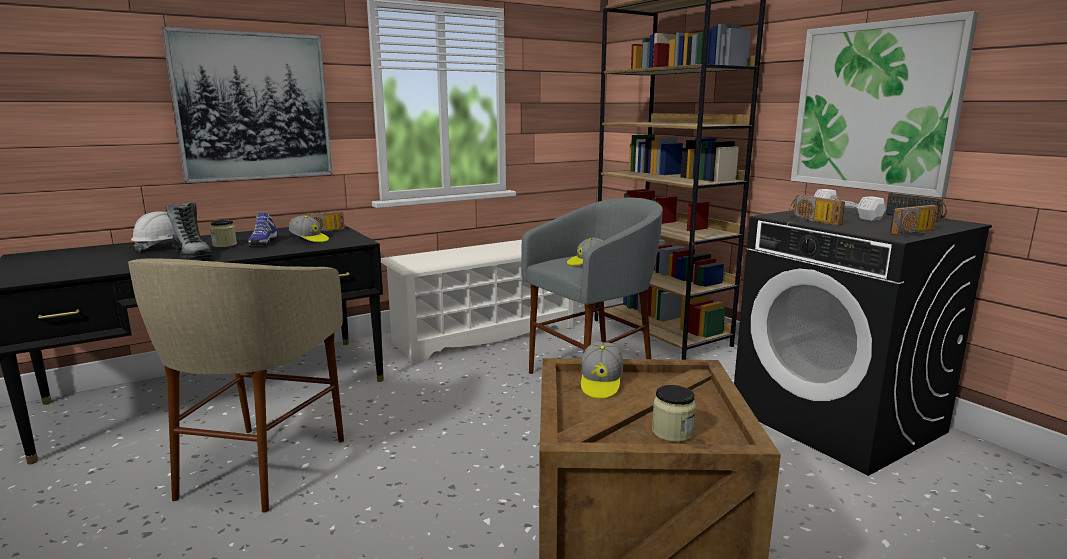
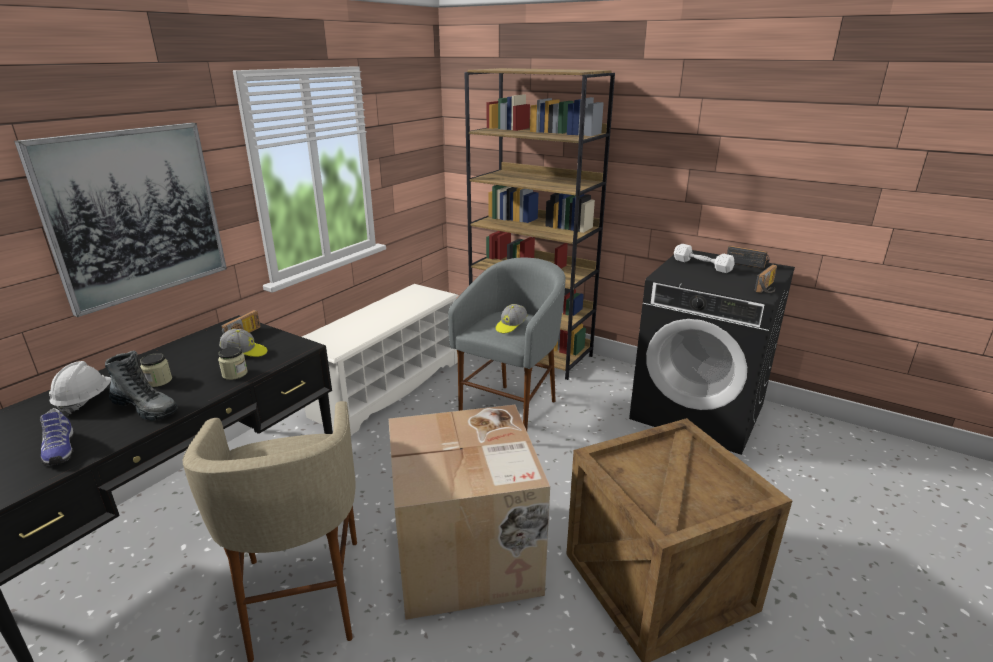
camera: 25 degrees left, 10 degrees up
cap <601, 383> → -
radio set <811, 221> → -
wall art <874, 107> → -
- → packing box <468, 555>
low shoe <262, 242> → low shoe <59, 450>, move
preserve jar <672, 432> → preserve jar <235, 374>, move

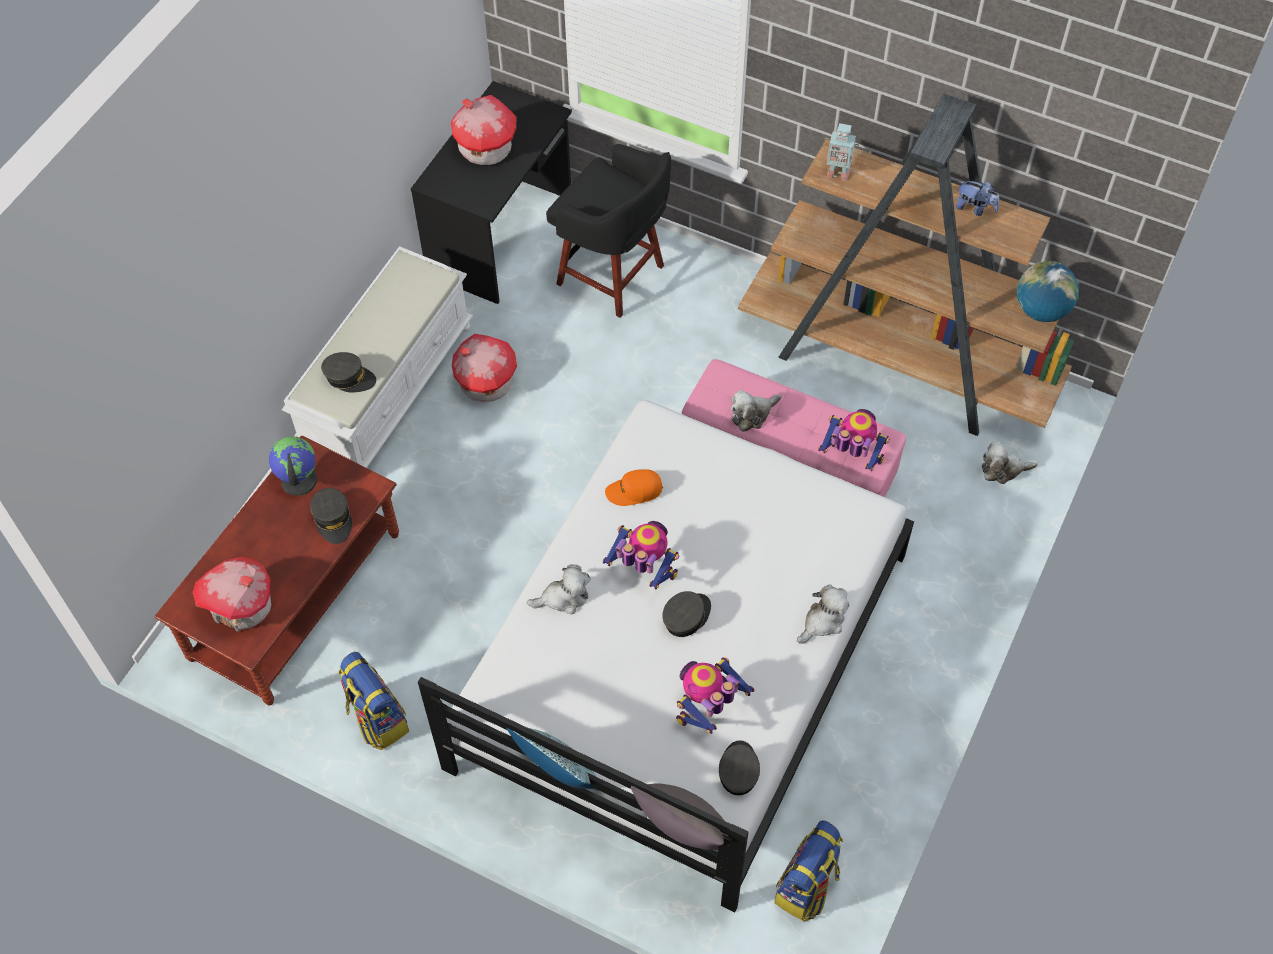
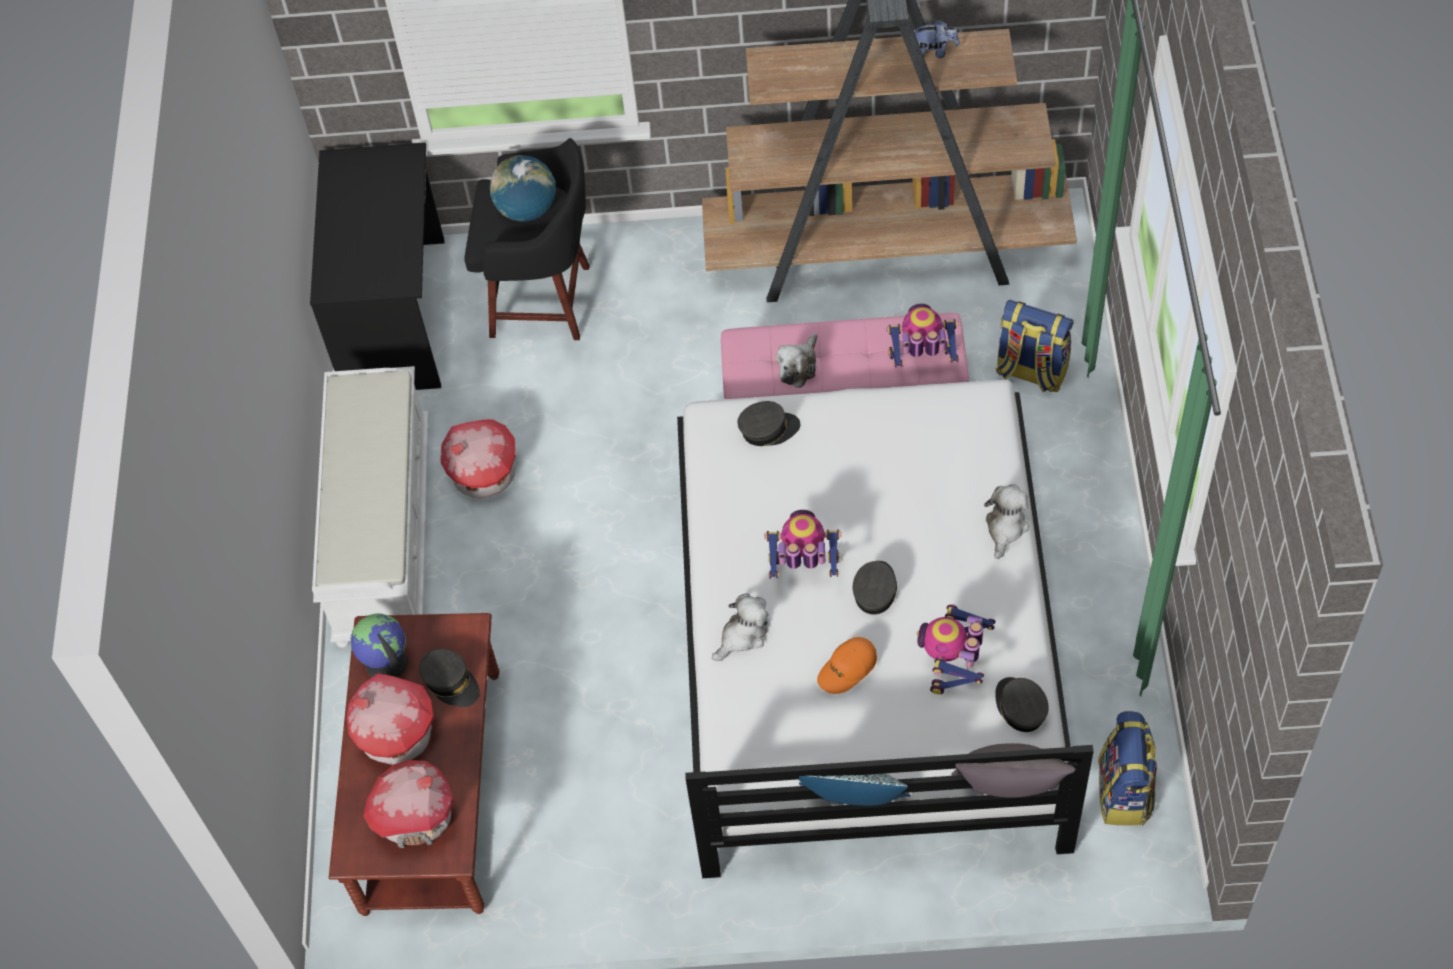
camera: 25 degrees left, 0 degrees up
model robot <837, 172> → -
soft toy <1003, 469> → -
cap (gray) <349, 378> → cap (gray) <768, 429>, move
backpack <377, 719> → backpack <1031, 371>, move
toy house <485, 148> → toy house <395, 736>, move
cap (orange-coloured) <634, 491> → cap (orange-coloured) <847, 669>, move
desk globe <1041, 310> → desk globe <527, 209>, move

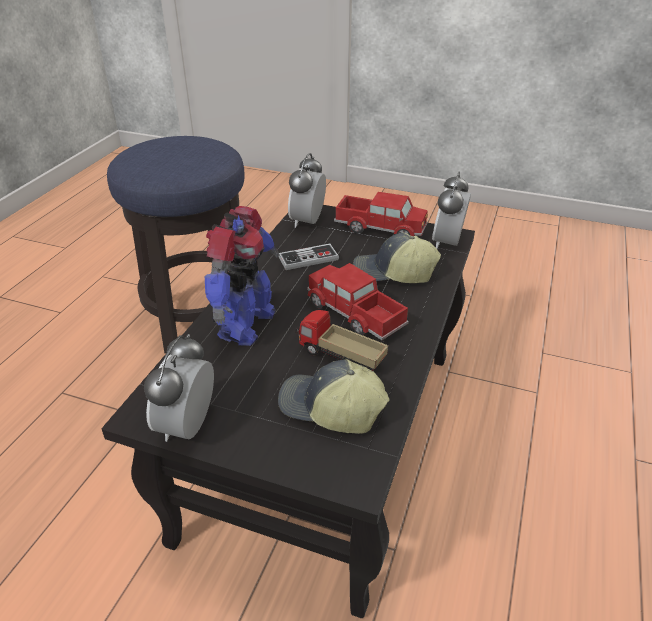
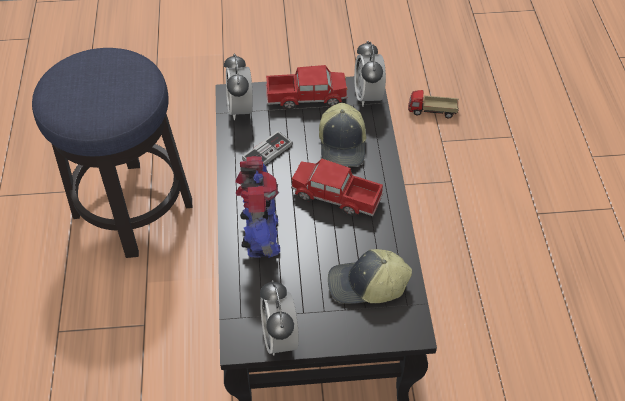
camera: 25 degrees left, 15 degrees up
model truck <340, 358> → model truck <432, 112>, move
cap <393, 273> → cap <343, 145>, 75 degrees counterclockwise

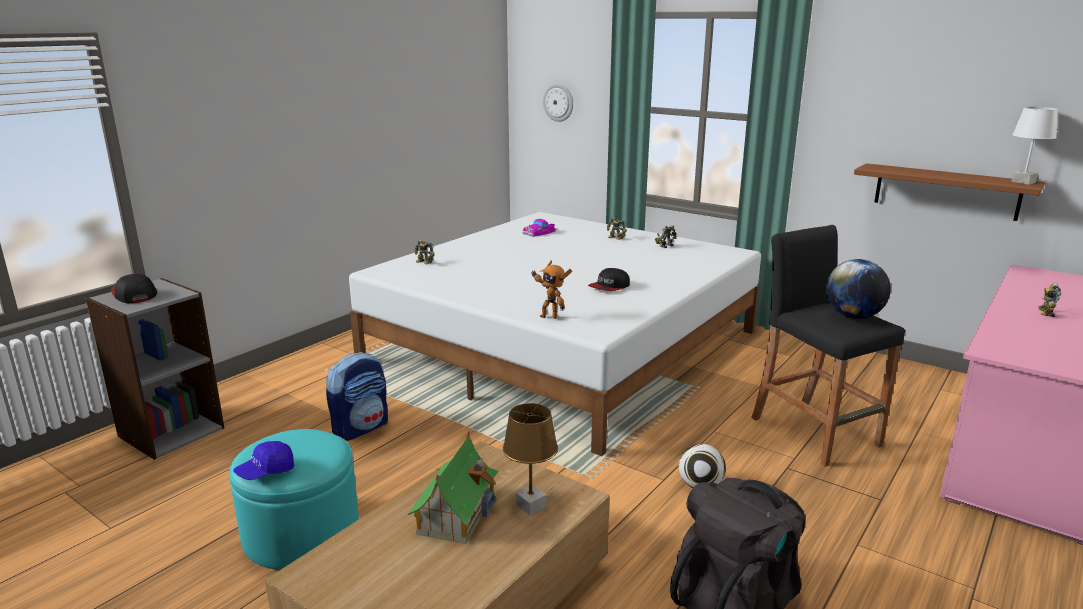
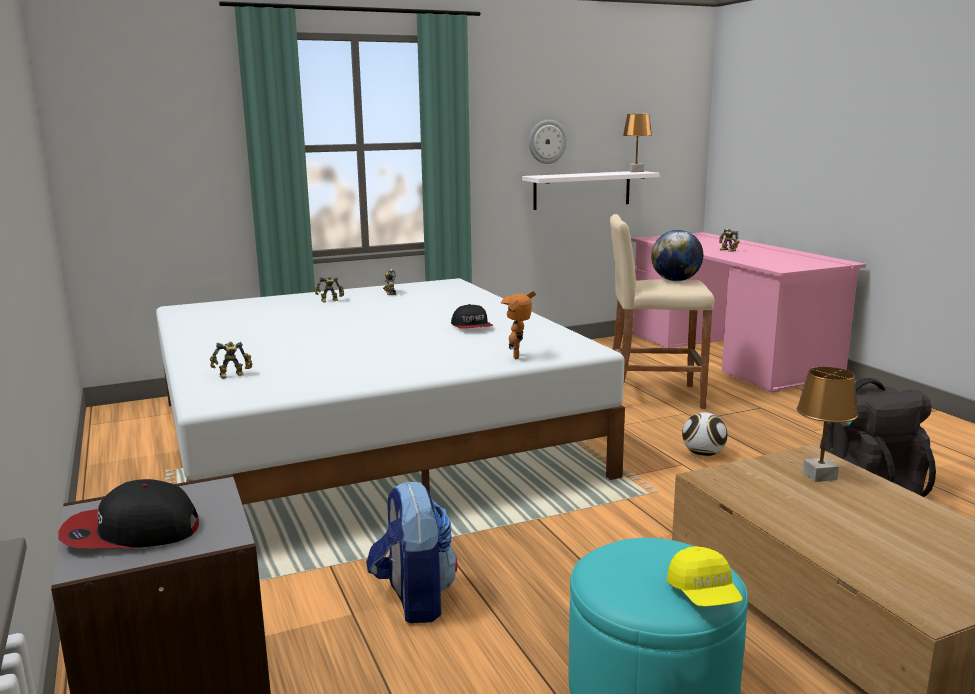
camera: 60 degrees left, 5 degrees down
toy house <456, 513> → -
toy car <539, 232> → -
wall clock <558, 102> → wall clock <547, 141>, move
cap (blue) <266, 472> → cap (yellowish) <704, 595>
stool (black-coloured) <815, 432> → stool (beige-coloured) <653, 396>
shelf (brownish) <946, 191> → shelf (white) <582, 190>
tabletop lamp (white) <1023, 182> → tabletop lamp (brownish) <635, 171>
model robot <549, 316> → model robot <519, 356>, 135 degrees clockwise

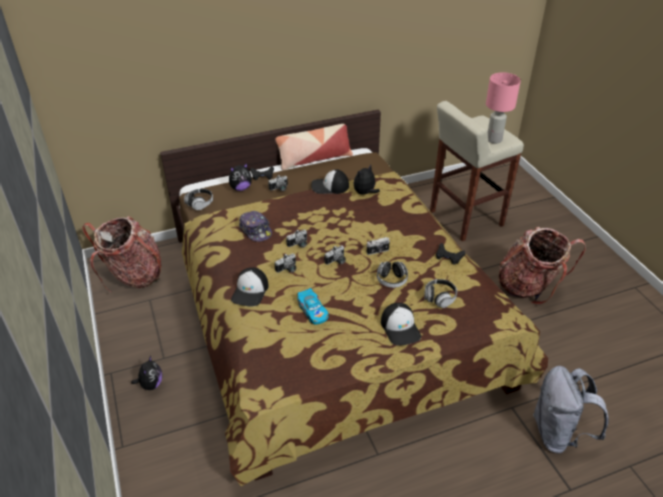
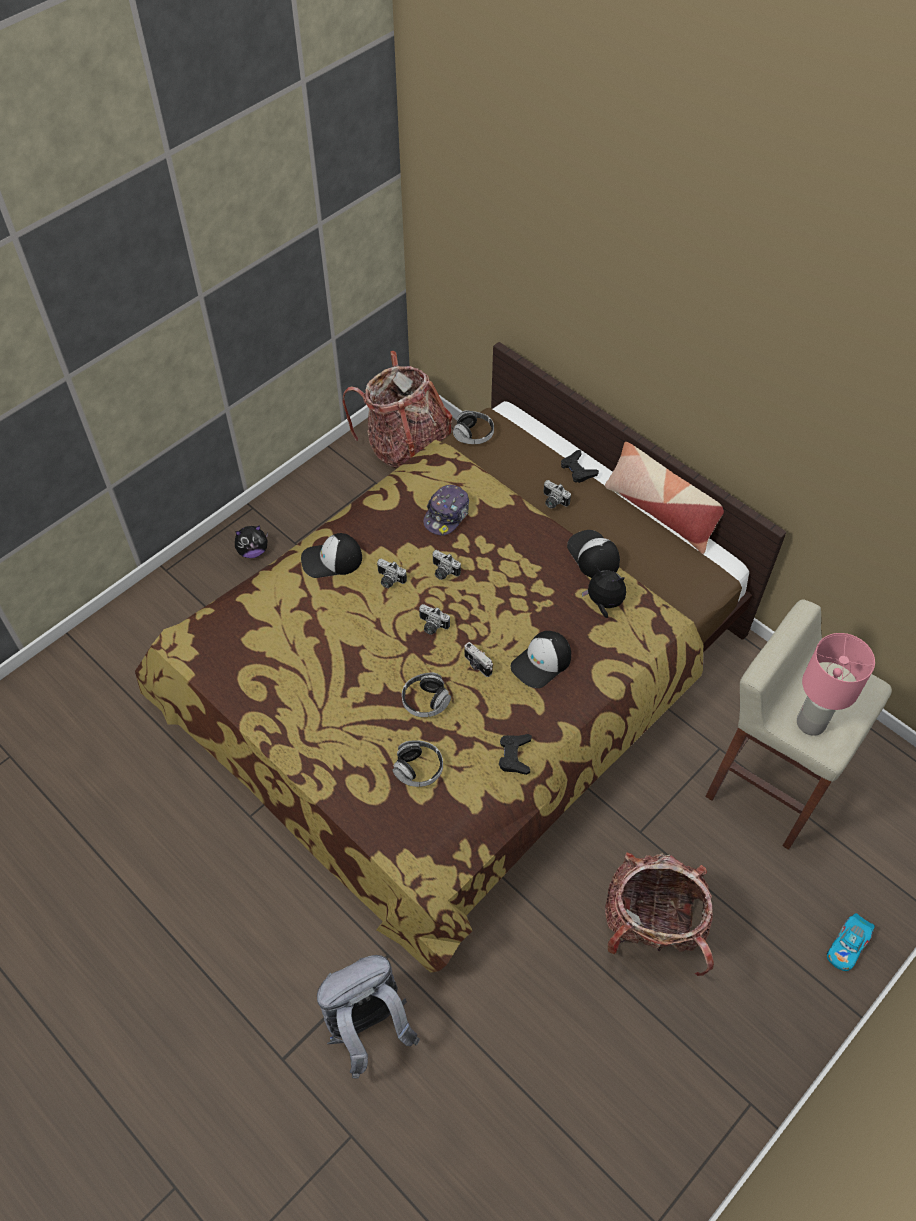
camera: 65 degrees right, 15 degrees up
soft toy <240, 188> → -
toy car <313, 311> → toy car <847, 946>, move
cap <400, 328> → cap <542, 663>, move

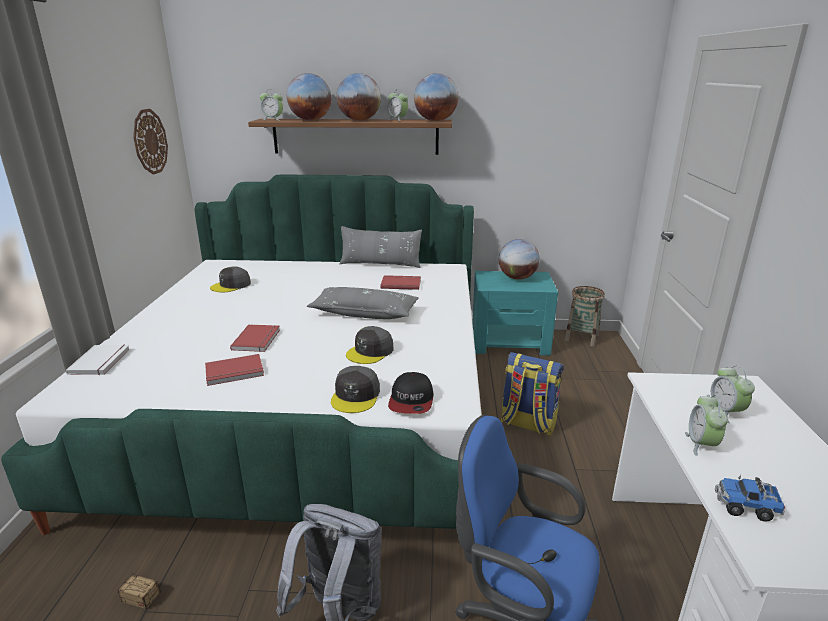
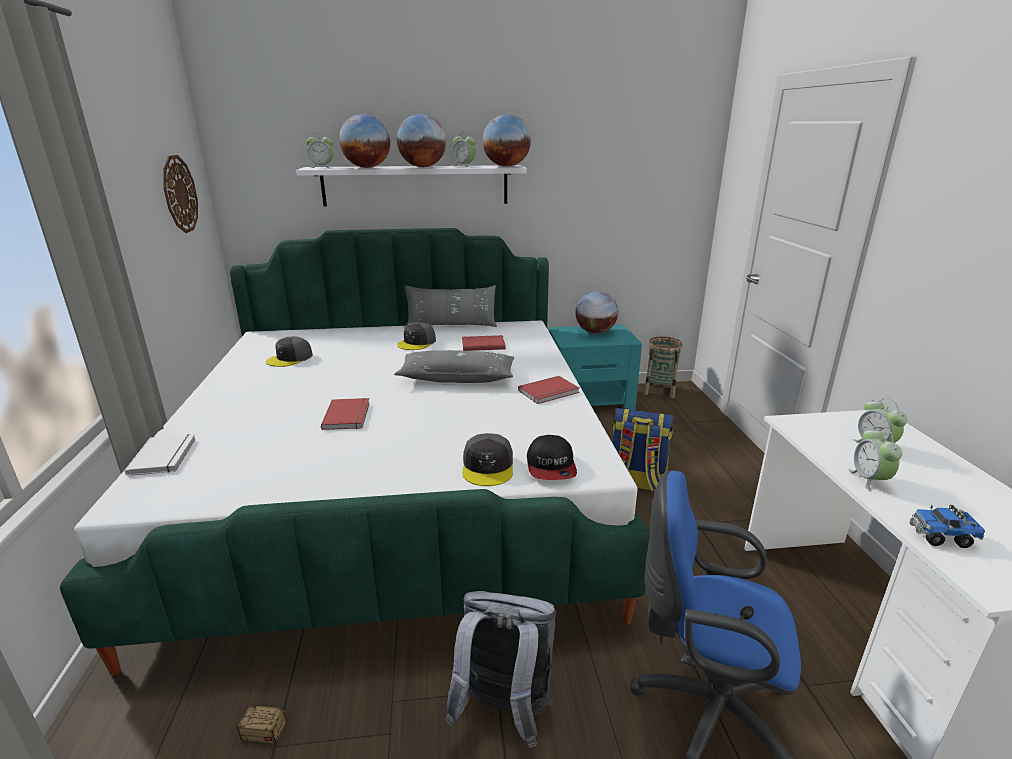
camera: 10 degrees left, 0 degrees up
book (red-coloured) <235, 372> → book (red-coloured) <549, 392>, move
cap (gray) <370, 352> → cap (gray) <417, 343>, move
shelf (brownish) <355, 136> → shelf (white) <415, 185>

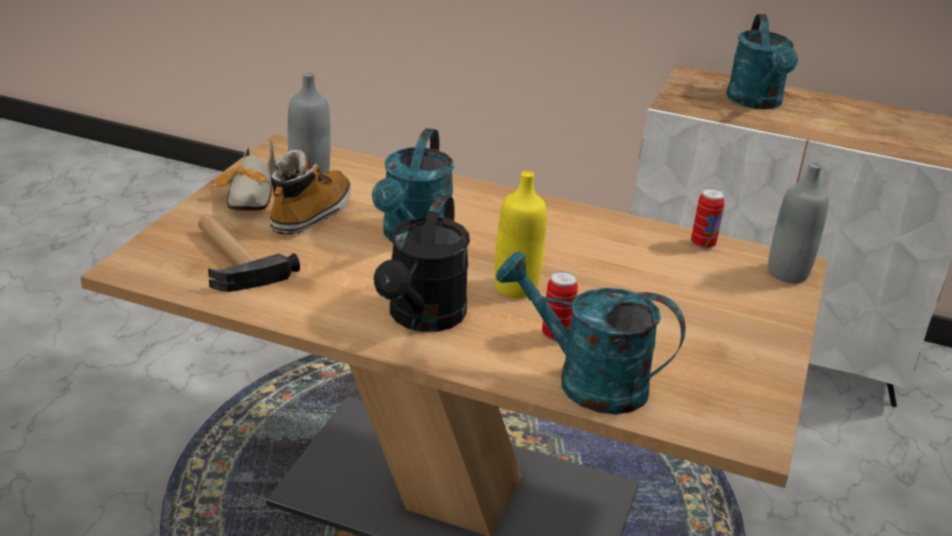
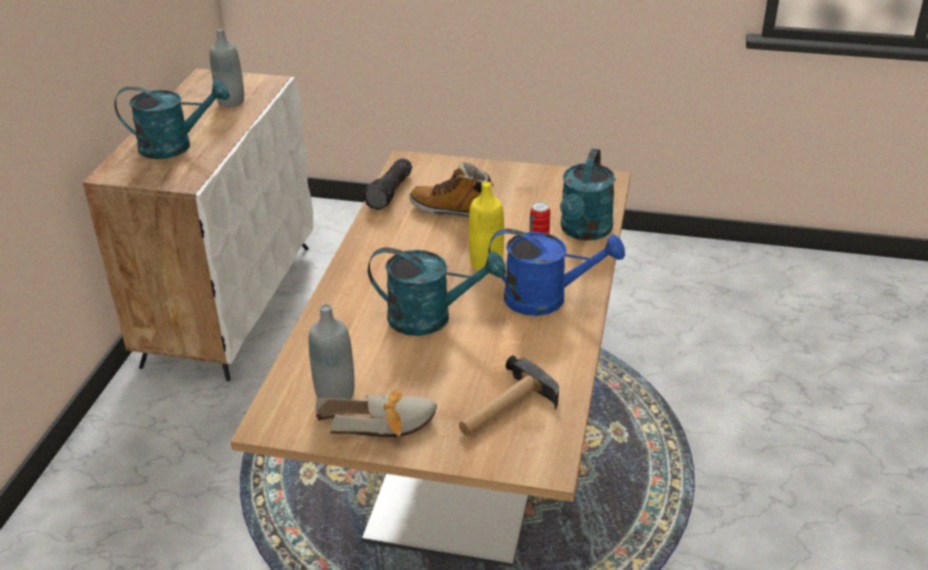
camera: 95 degrees left, 5 degrees up
boot <311, 214> → boot <452, 210>, move
drink bottle (gray) <787, 273> → drink bottle (gray) <231, 102>, move
sealed can <702, 244> → flashlight <391, 192>
sprinkling can (black-coloured) <422, 318> → sprinkling can (blue) <547, 299>

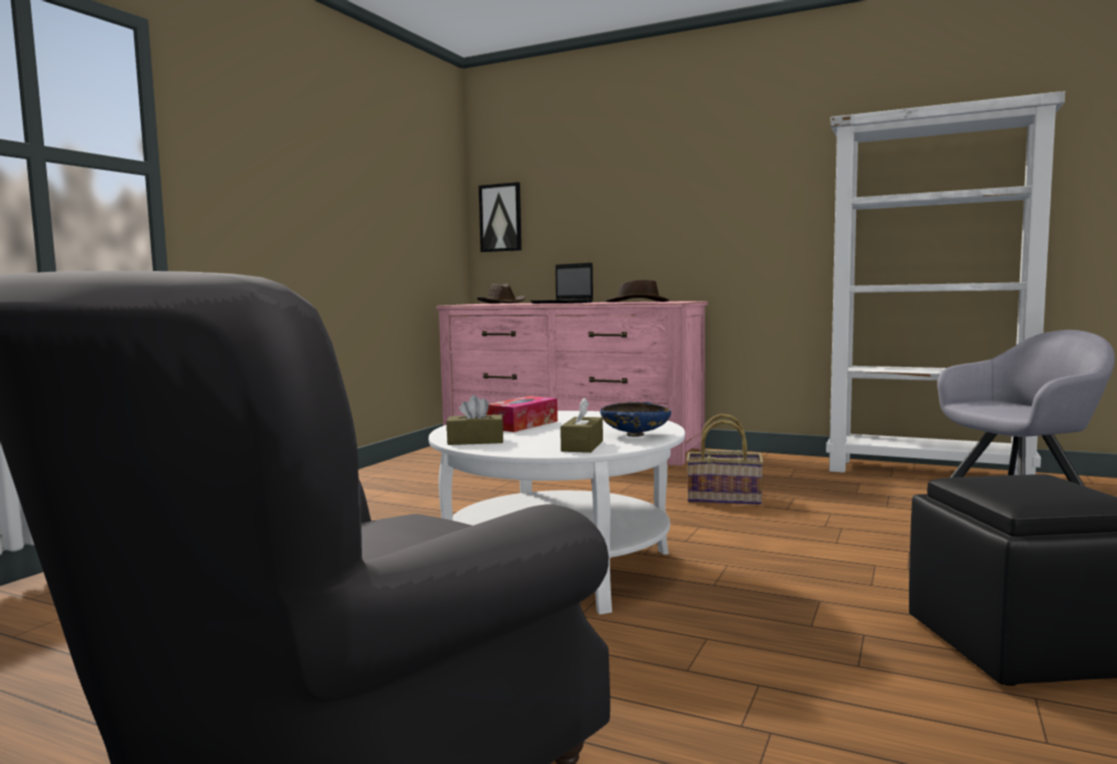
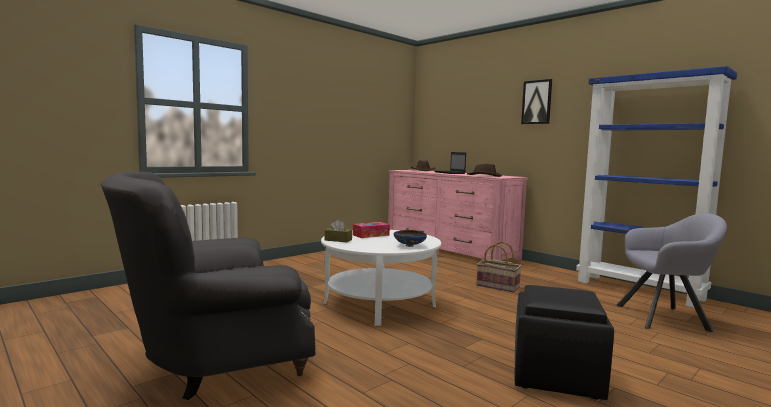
camera: 20 degrees right, 0 degrees up
box of tissues (brownish) <582, 446> → -
wall art <501, 218> → wall art <537, 102>, move
bookshelf (white) <928, 472> → bookshelf (blue) <640, 290>

